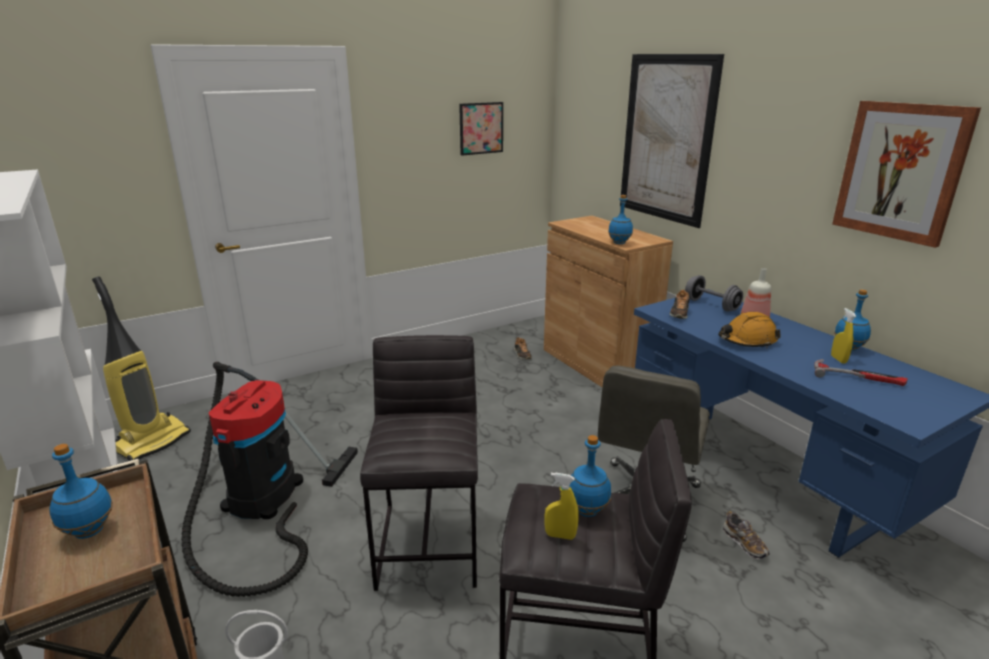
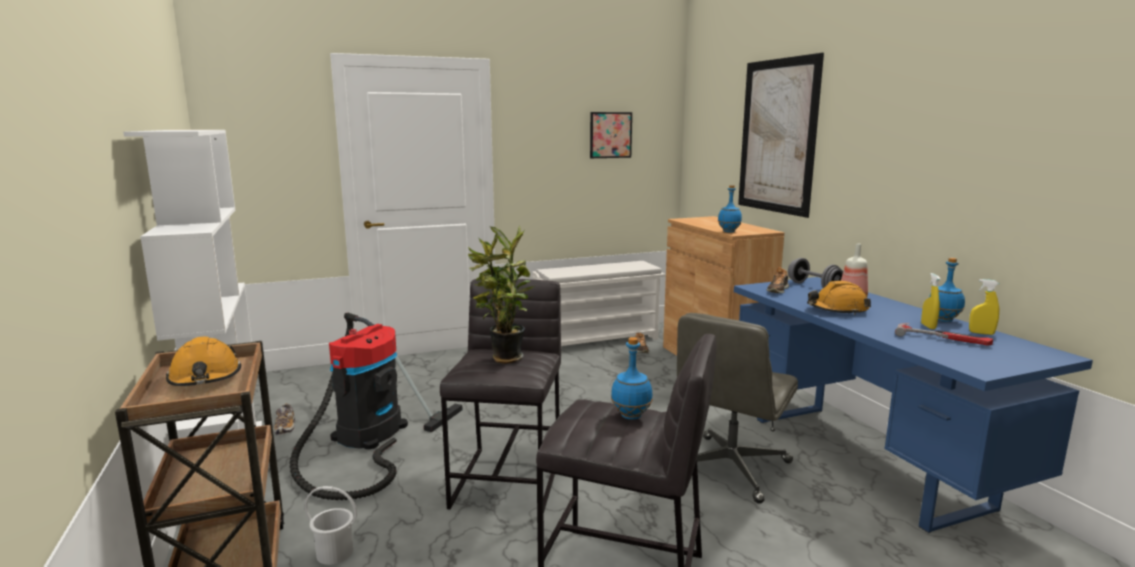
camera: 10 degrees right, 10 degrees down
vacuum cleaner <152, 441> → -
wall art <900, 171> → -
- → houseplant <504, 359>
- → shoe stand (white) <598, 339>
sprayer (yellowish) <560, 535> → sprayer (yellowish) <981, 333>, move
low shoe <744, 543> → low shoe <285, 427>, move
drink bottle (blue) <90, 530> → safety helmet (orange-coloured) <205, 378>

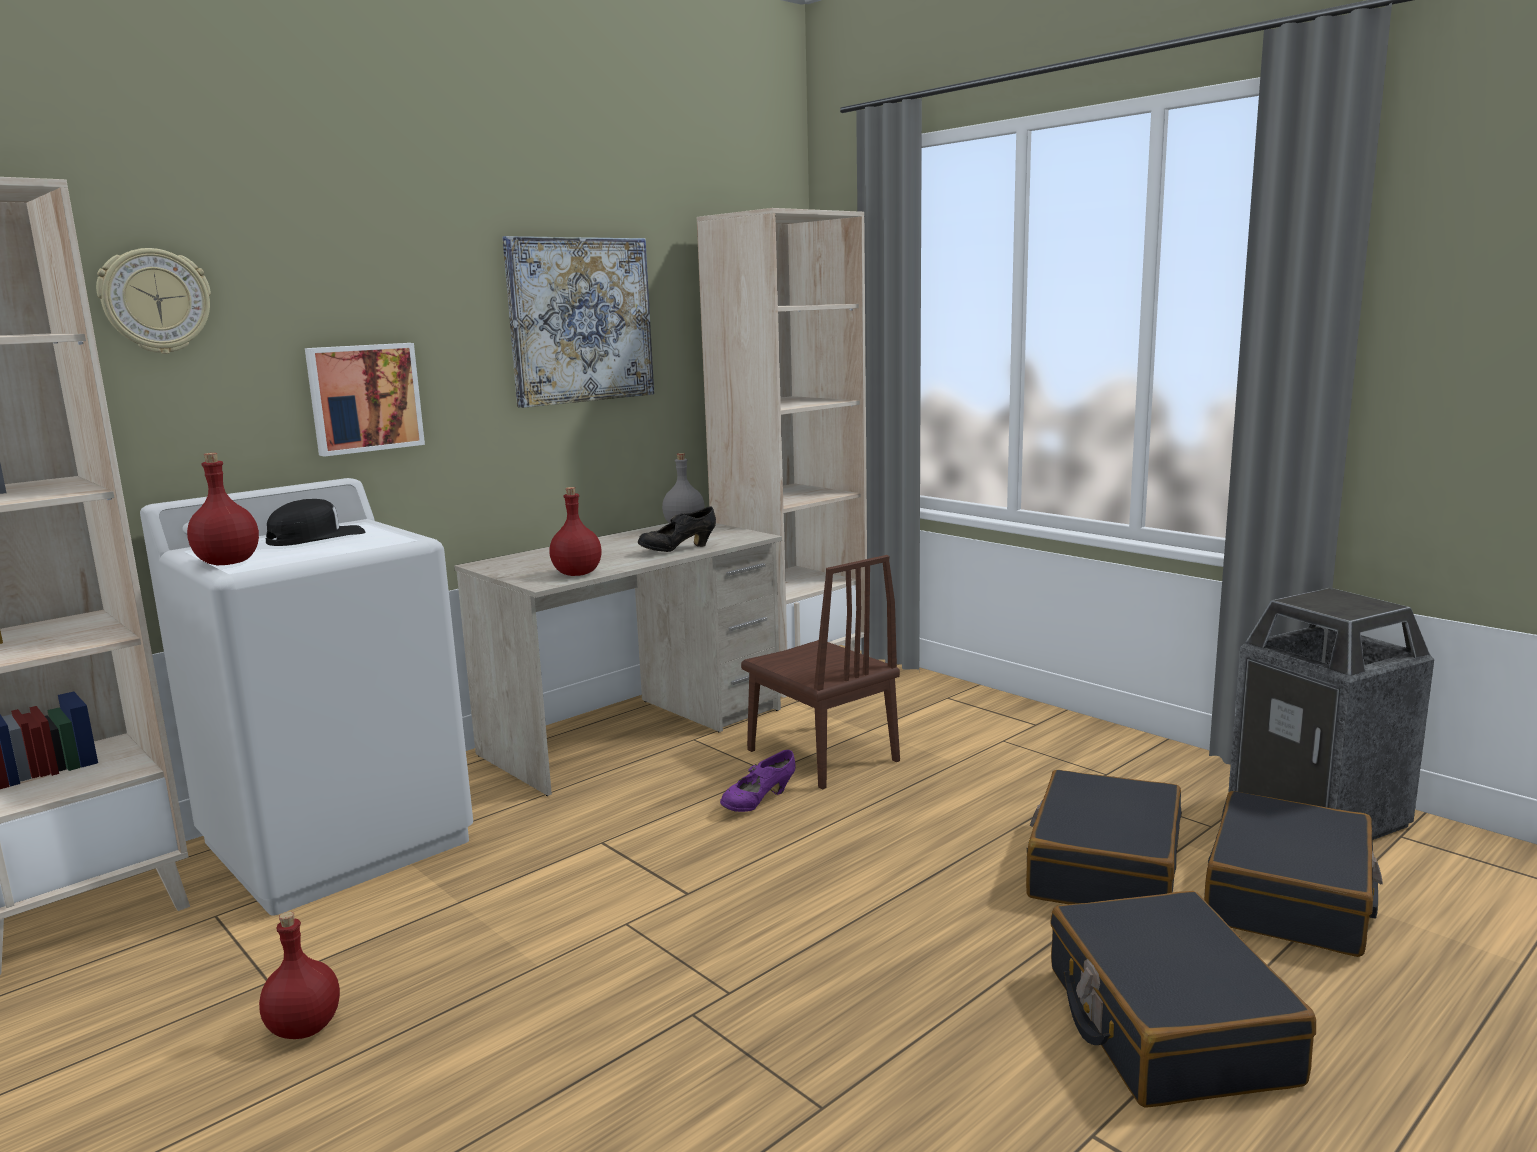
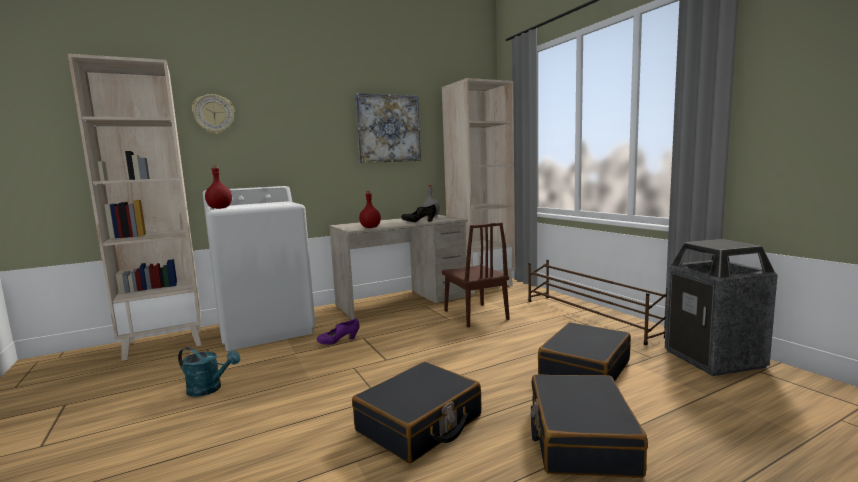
camera: 15 degrees right, 5 degrees down
cap (black-coloured) <315, 538> → -
wall art <364, 398> → -
- → shoe stand (brownish) <589, 317>
low shoe (purple) <758, 803> → low shoe (purple) <339, 342>, move
travel case (black-coloured) <1289, 897> → travel case (black-coloured) <420, 424>, move
drink bottle (red-coloured) <303, 1028> → sprinkling can (blue-green) <209, 389>

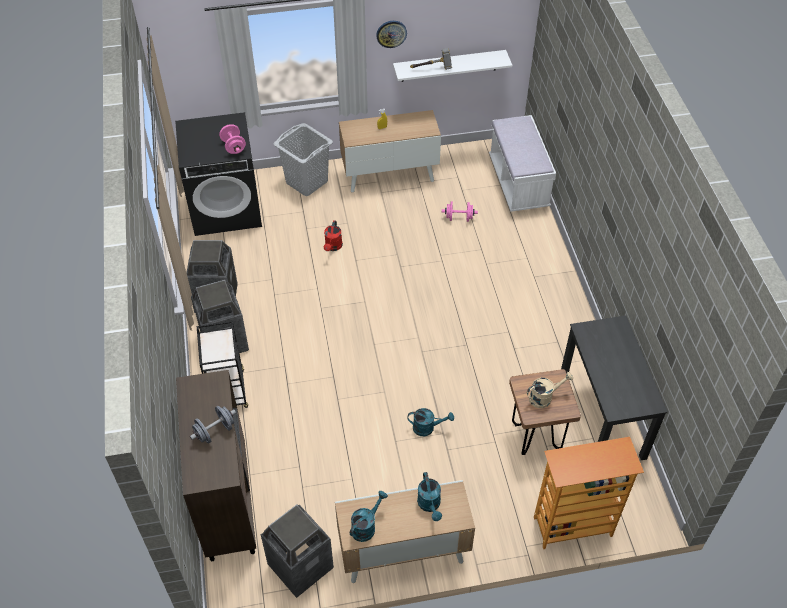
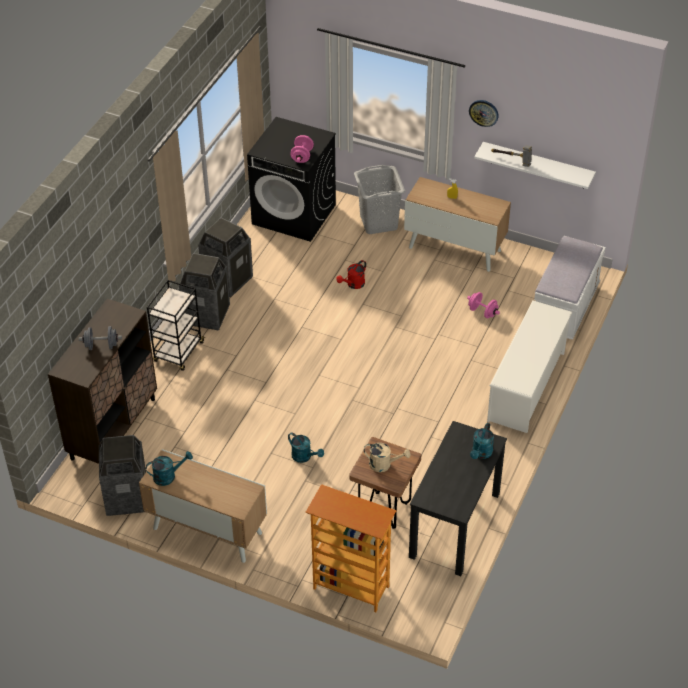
camera: 35 degrees right, 5 degrees down
- → shoe stand (white) <527, 386>
sprinkling can (blue-green) <430, 505> → sprinkling can (blue-green) <481, 454>, move

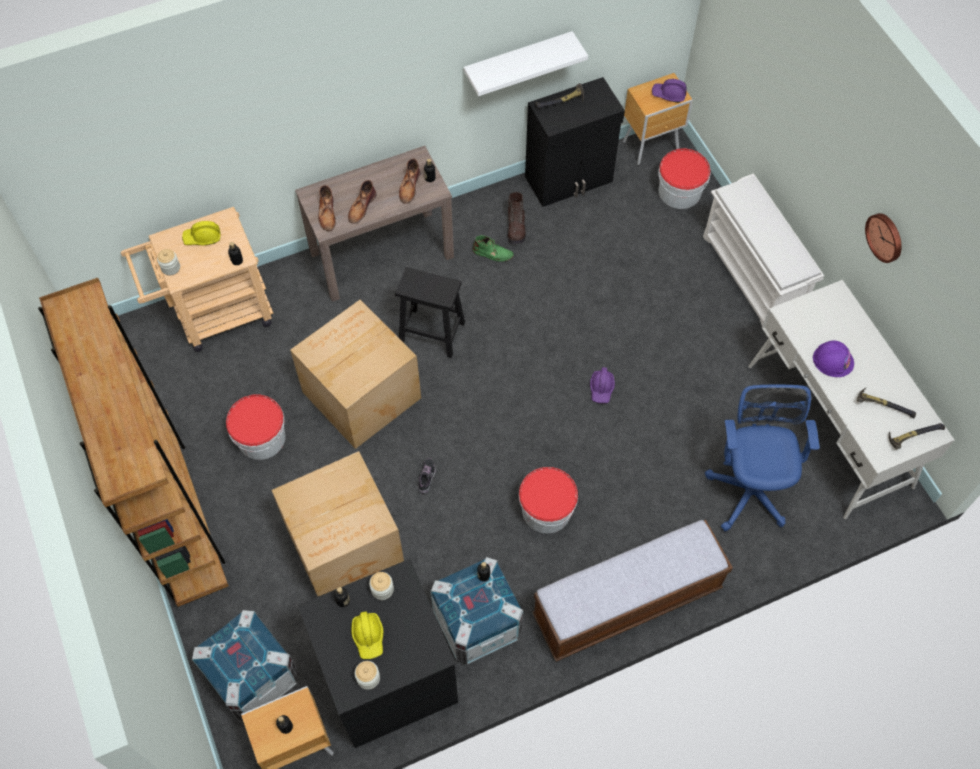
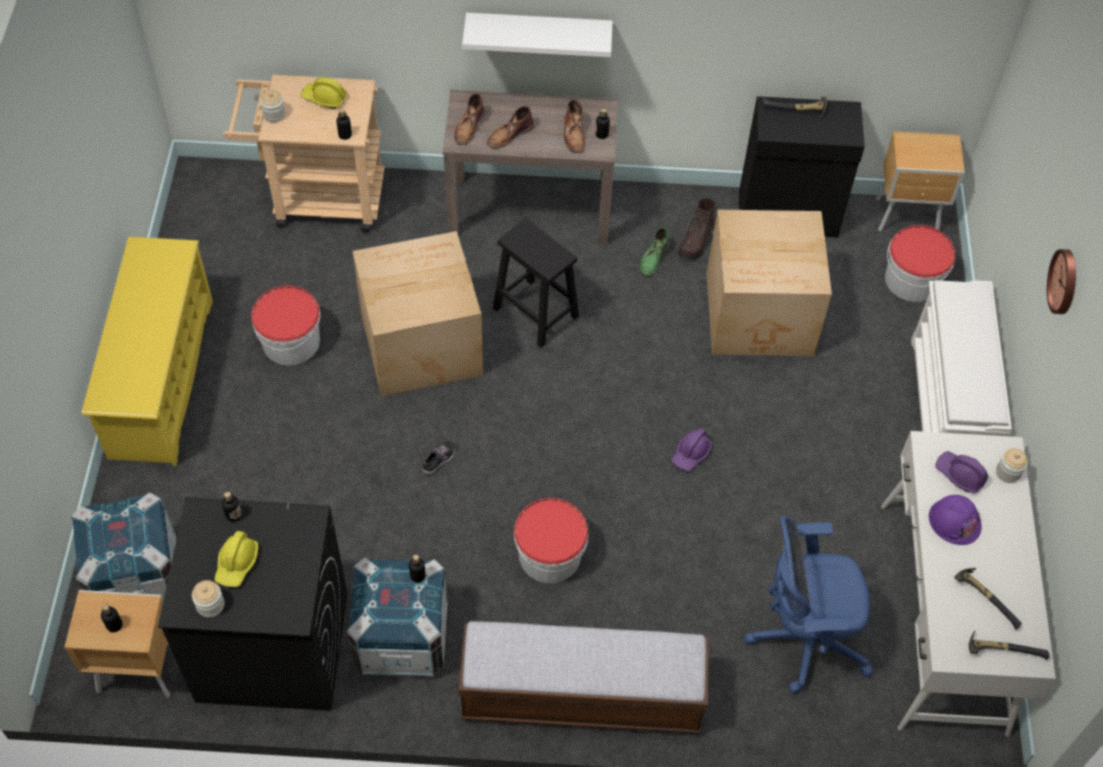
camera: 25 degrees right, 5 degrees down
packing box <346, 545> → packing box <761, 315>, move
preserve jar <382, 589> → preserve jar <1008, 472>, move
shelf (white) <518, 61> → shelf (white) <538, 32>, move
safety helmet (purple) <669, 94> → safety helmet (purple) <960, 475>, move
wall clock <885, 237> → wall clock <1065, 282>, move
bookshelf (brownish) <176, 513> → shoe stand (yellowish) <161, 378>
boot (brownish) <409, 187> → boot (brownish) <574, 134>, 45 degrees counterclockwise
boot (green) <493, 253> → boot (green) <653, 258>, 75 degrees clockwise
desk chair (blue) <749, 487> → desk chair (blue) <802, 639>, 120 degrees counterclockwise

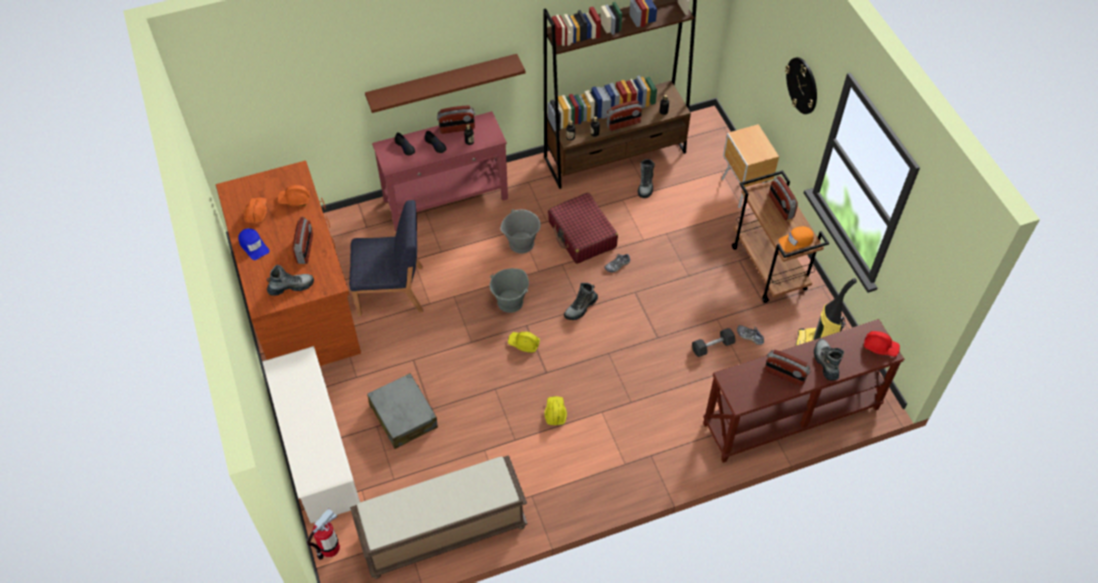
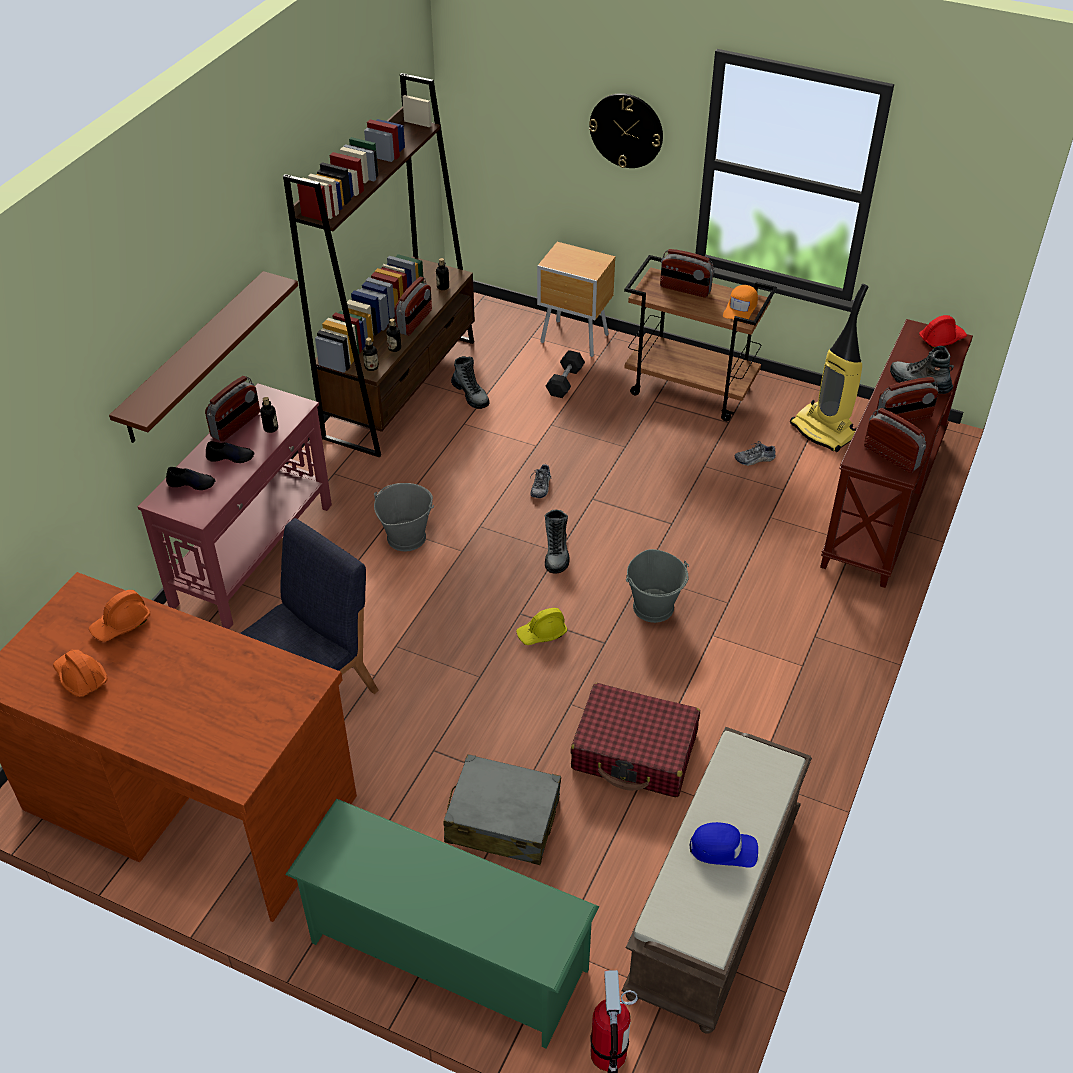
camera: 45 degrees left, 10 degrees down
boot <291, 287> → -
safety helmet (yellowish) <555, 413> → -
cap (blue) <253, 246> → cap (blue) <723, 849>, move
radio set <305, 249> → radio set <891, 456>, move
bucket (gray) <510, 302> → bucket (gray) <654, 607>, move
travel case (red-coloured) <582, 235> → travel case (red-coloured) <635, 752>, move
hand weight (black-coloured) <712, 346> → hand weight (black-coloured) <565, 382>, move
shoe stand (white) <318, 452> → shoe stand (green) <446, 955>

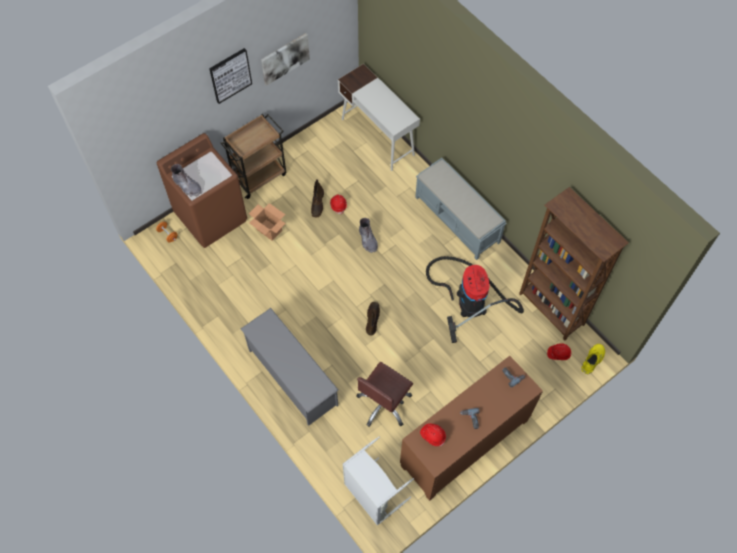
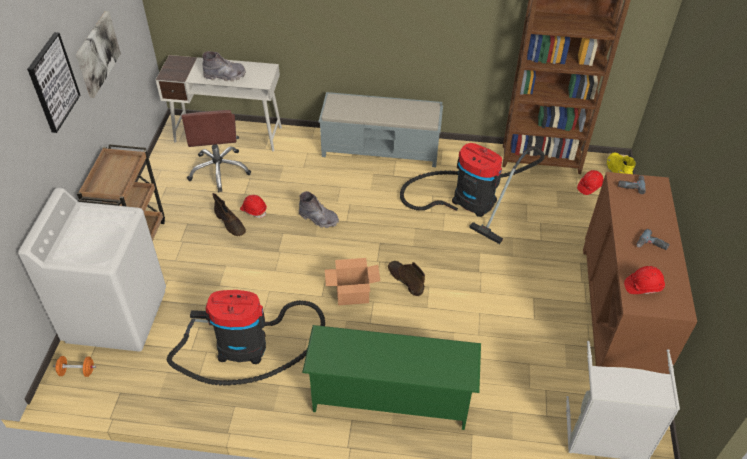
camera: 45 degrees left, 15 degrees down
- → vacuum cleaner <248, 346>
boot (gray) <187, 186> → boot (gray) <225, 76>, move
packing box <269, 230> → packing box <352, 295>, move
desk chair (brownish) <384, 404> → desk chair (brownish) <219, 170>, move
laundry appliance (brownish) <211, 216> → laundry appliance (white) <116, 315>
shoe stand (gray) <292, 377> → shoe stand (green) <390, 397>

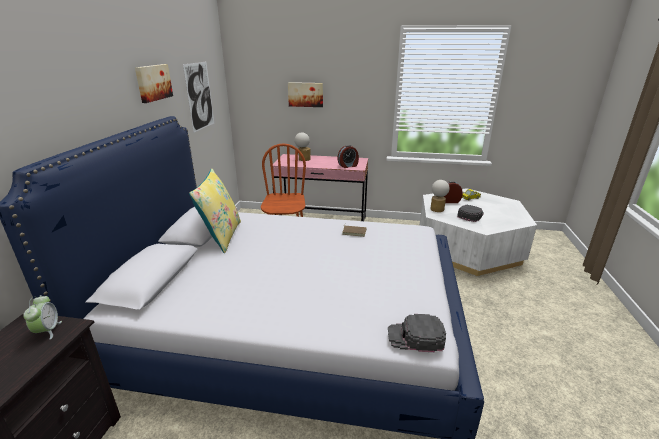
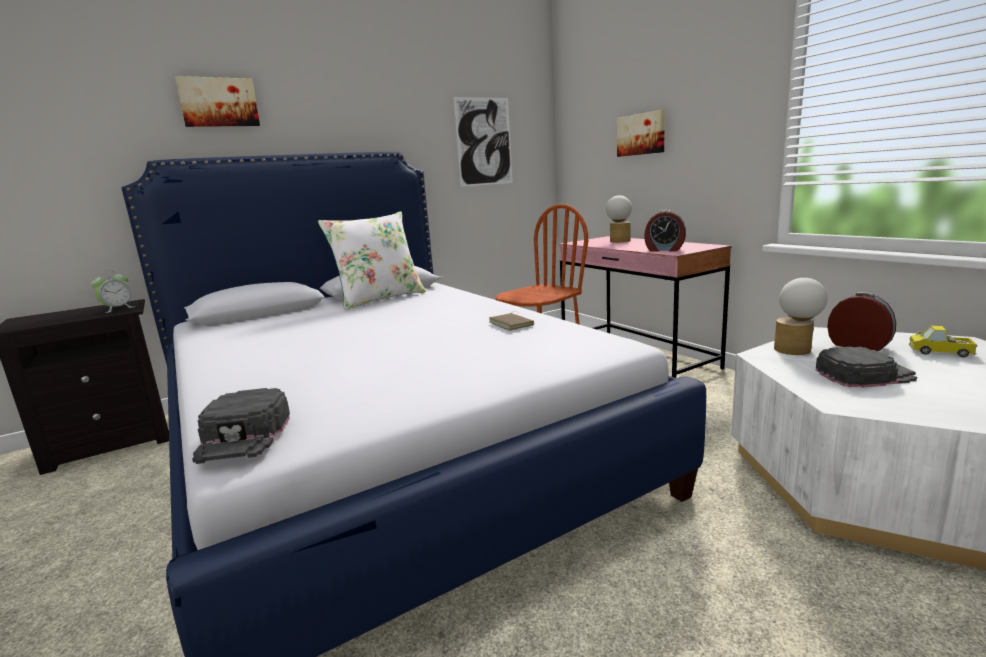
camera: 50 degrees right, 10 degrees down
wall art <153, 82> → wall art <218, 102>, move
pillow (yellowish) <221, 236> → pillow (white) <379, 298>
cap (black-coloured) <415, 337> → cap (black-coloured) <244, 435>, 150 degrees counterclockwise

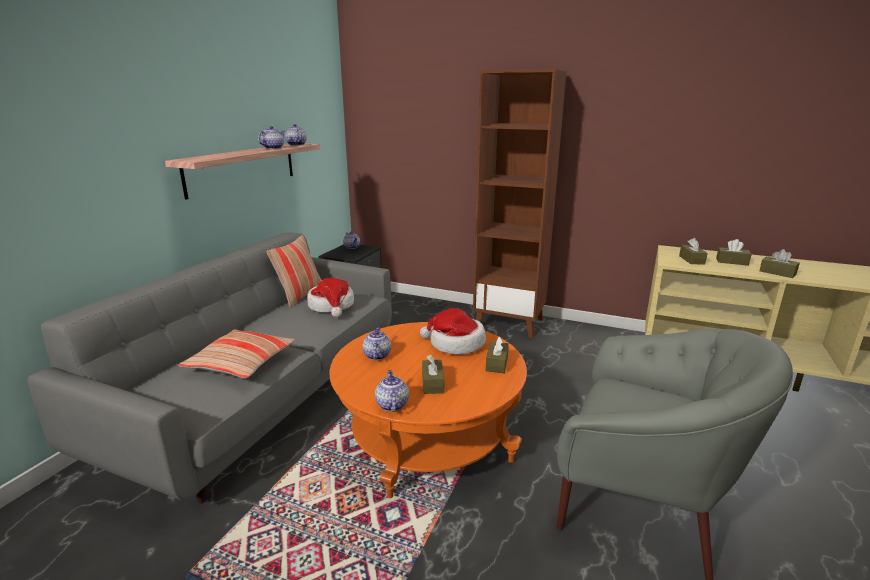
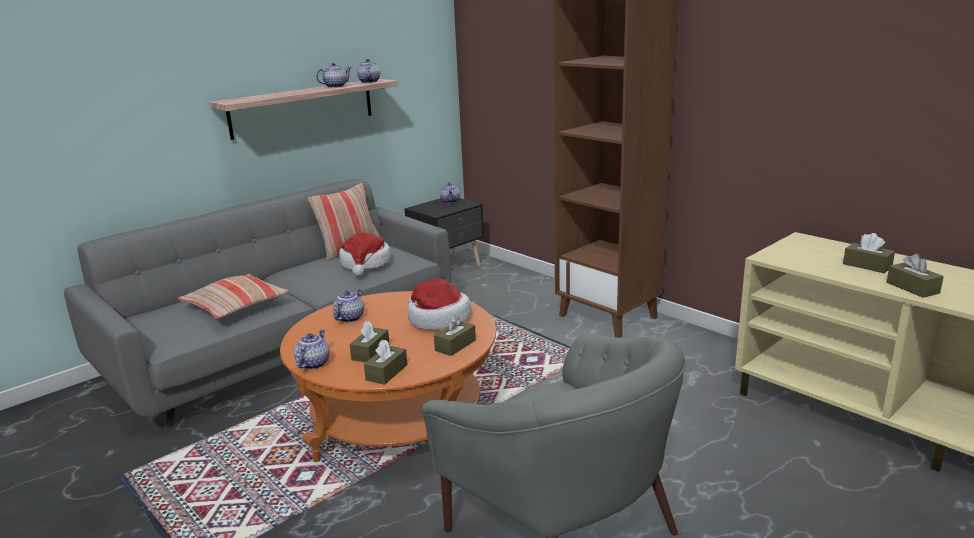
camera: 25 degrees right, 0 degrees up
box of tissues (brownish) <691, 260> → box of tissues (brownish) <386, 372>, move

